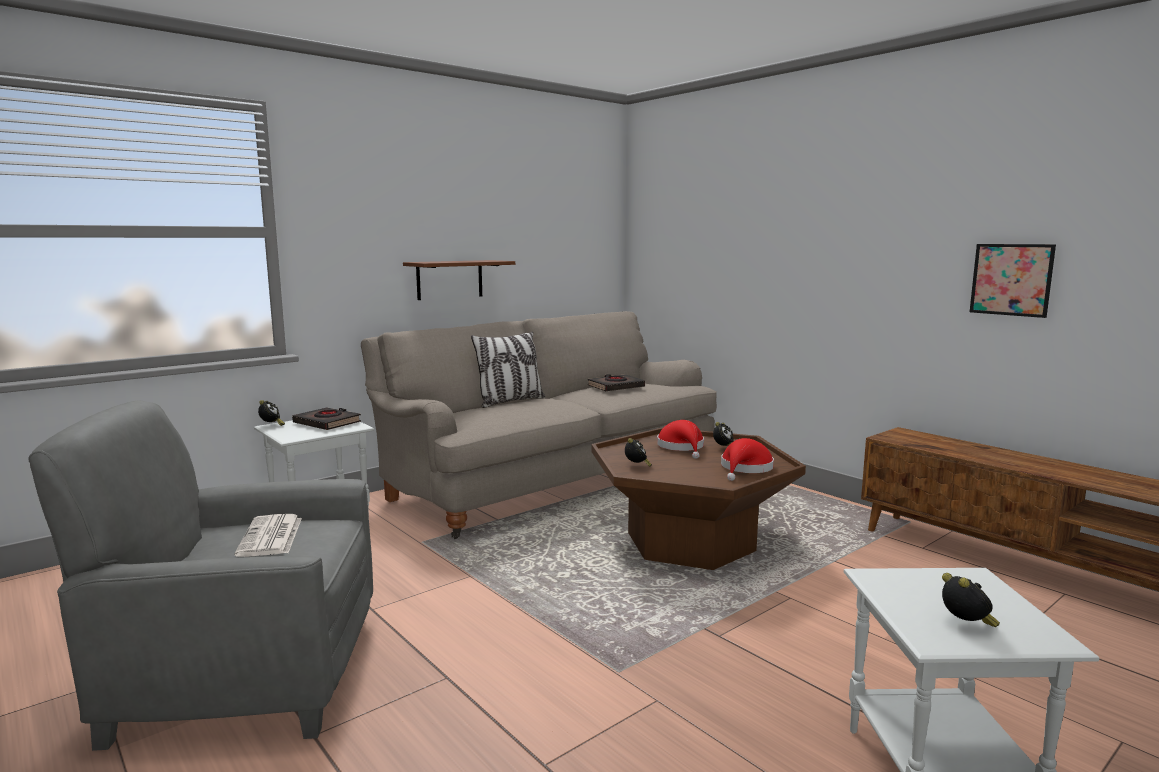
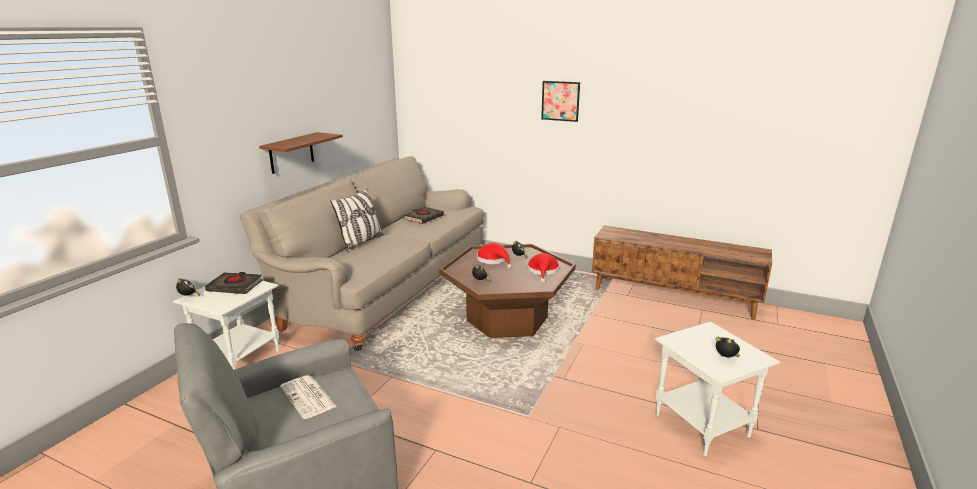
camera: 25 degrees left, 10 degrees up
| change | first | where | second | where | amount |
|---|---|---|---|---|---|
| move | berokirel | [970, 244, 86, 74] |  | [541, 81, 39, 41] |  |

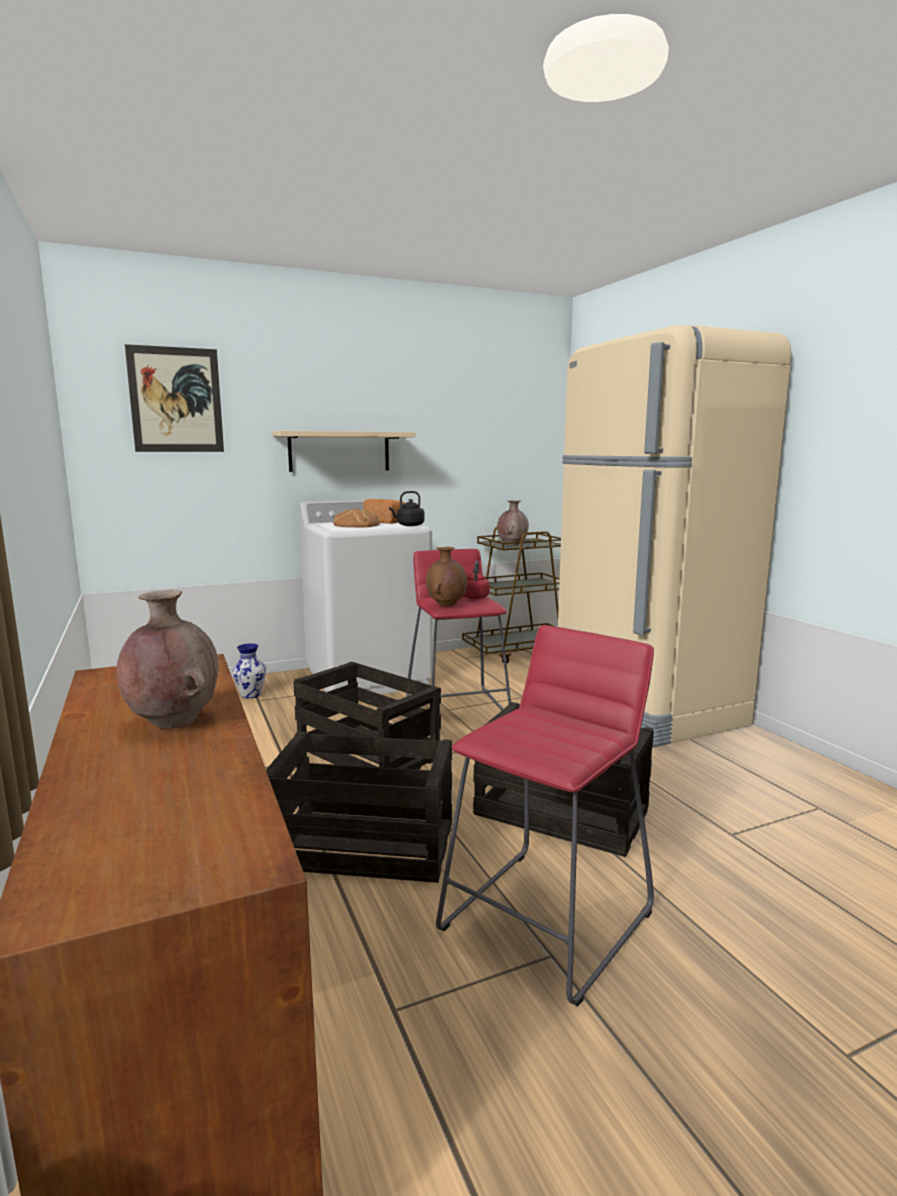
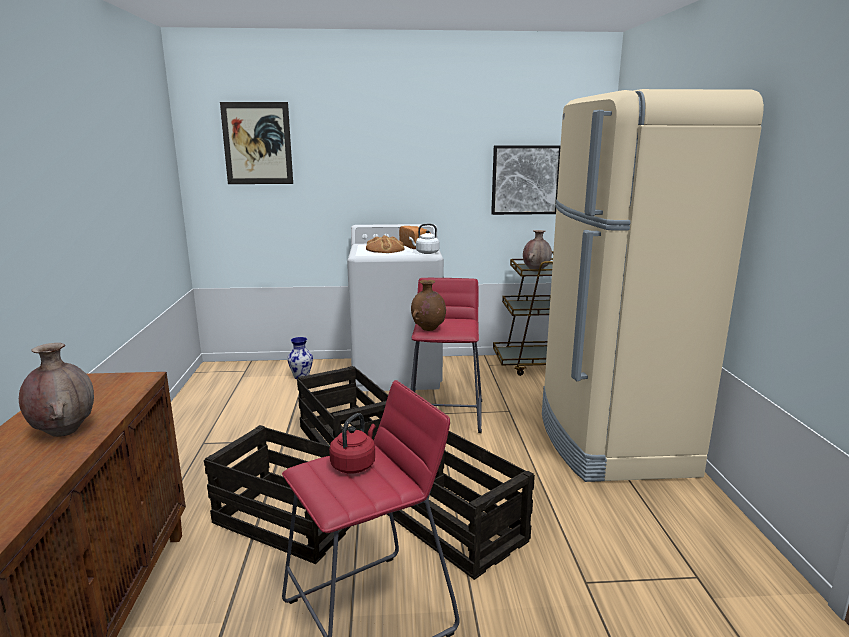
camera: 20 degrees right, 5 degrees up
| change | first | where | second | where | amount |
|---|---|---|---|---|---|
| delete | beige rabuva | [272, 431, 143, 41] |  |  |  |
| recolor | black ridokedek | [389, 491, 36, 35] | white ridokedek | [409, 224, 30, 30] |  |
| move | red ridokedek | [463, 561, 27, 38] |  | [329, 413, 47, 60] |  |
| insert |  |  | berokirel | [491, 145, 70, 70] |  |

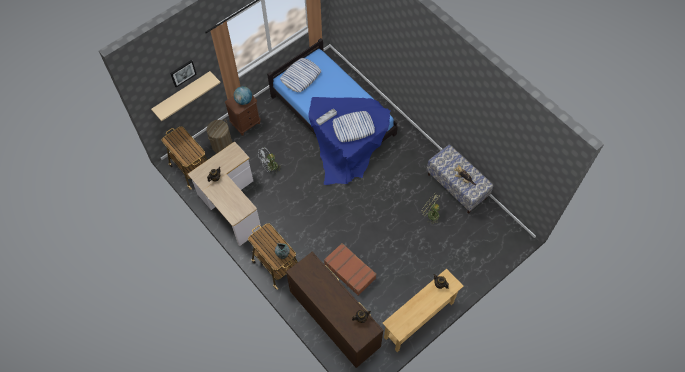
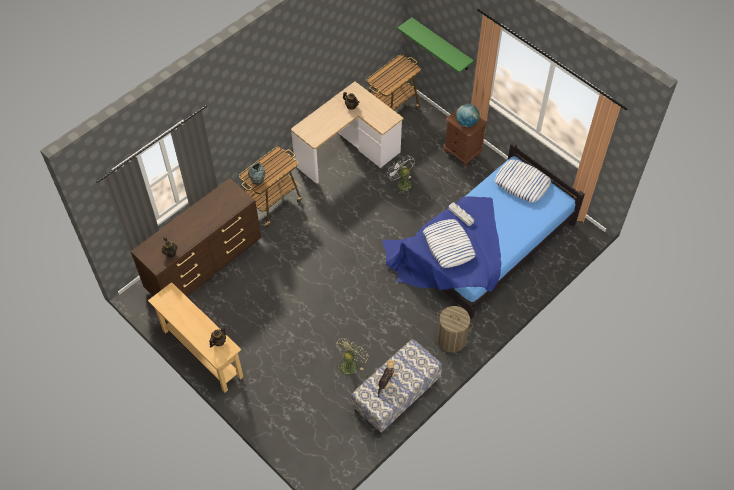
camera: 85 degrees right, 5 degrees down
| change | first | where | second | where | amount |
|---|---|---|---|---|---|
| delete | berokirel | [170, 60, 27, 27] |  |  |  |
| recolor | beige rabuva | [151, 71, 69, 50] | green rabuva | [397, 17, 77, 56] |  |
| move | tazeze | [207, 119, 25, 34] |  | [437, 306, 36, 47] |  |
| delete | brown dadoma | [324, 243, 53, 53] |  |  |  |

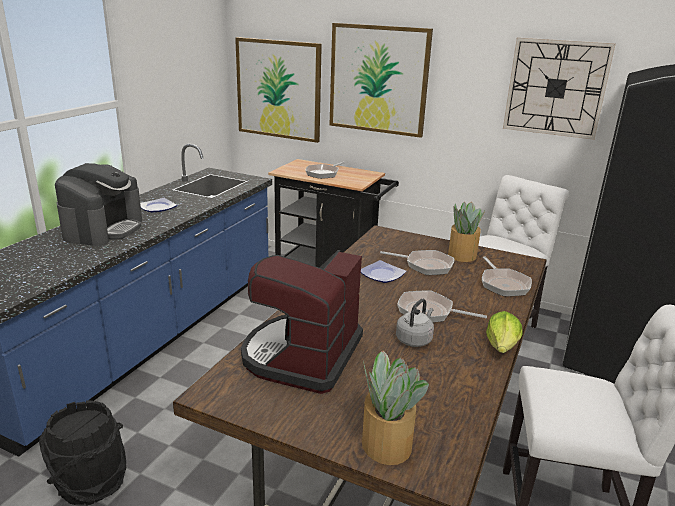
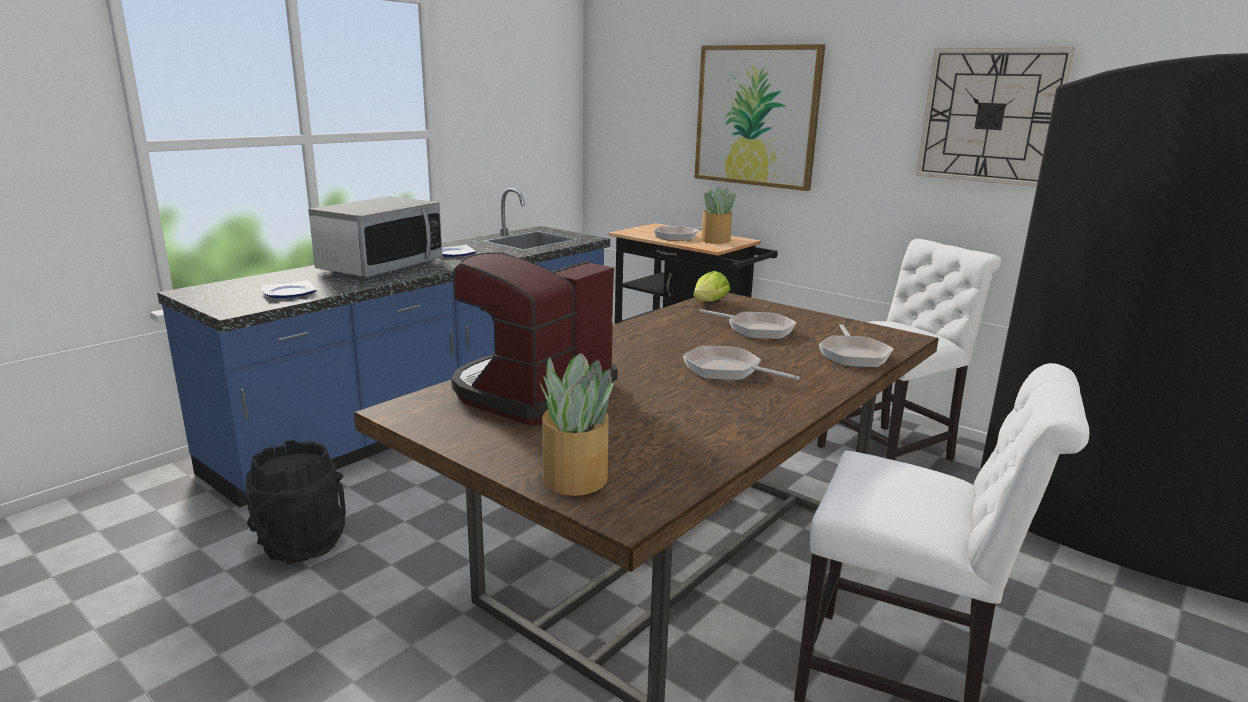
camera: 15 degrees right, 5 degrees down
| change | first | where | second | where | amount |
|---|---|---|---|---|---|
| delete | berokirel | [235, 37, 87, 106] |  |  |  |
| replace | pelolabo | [55, 163, 87, 83] | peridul | [308, 196, 135, 81] |  |
| move | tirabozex | [448, 202, 37, 60] |  | [701, 187, 35, 57] |  |
| move | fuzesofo | [361, 260, 46, 23] |  | [262, 280, 55, 18] |  |
| delete | grey ridokedek | [396, 299, 38, 48] |  |  |  |
| move | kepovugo | [486, 311, 37, 42] |  | [693, 271, 37, 30] |  |

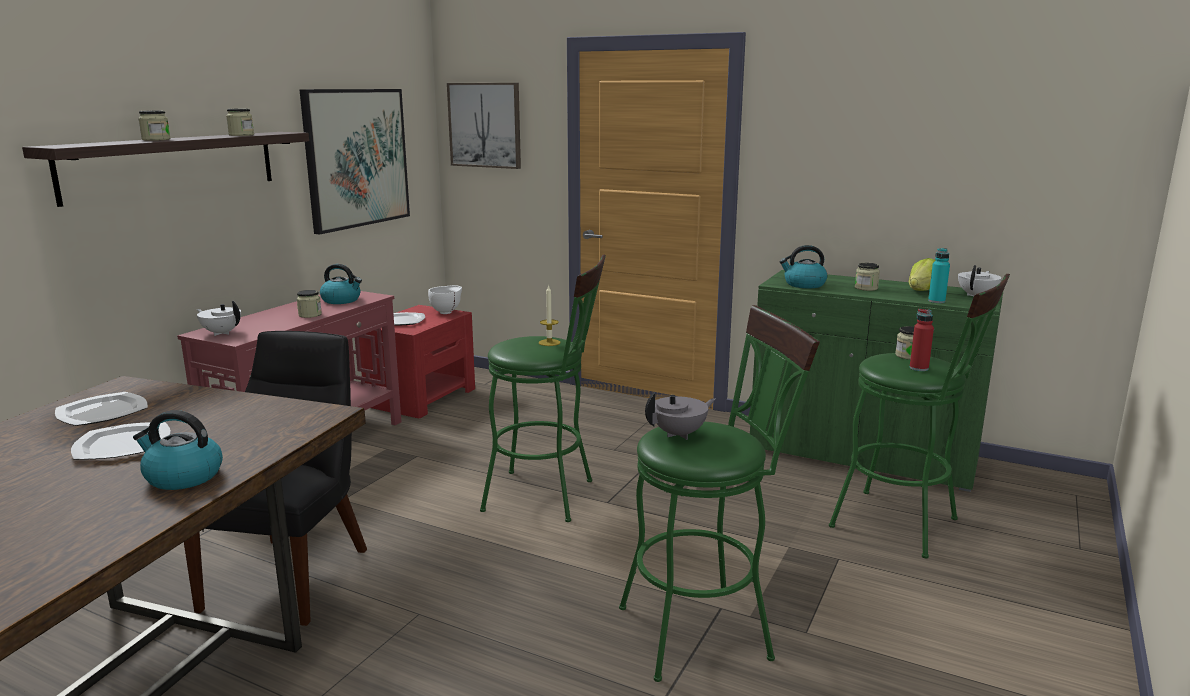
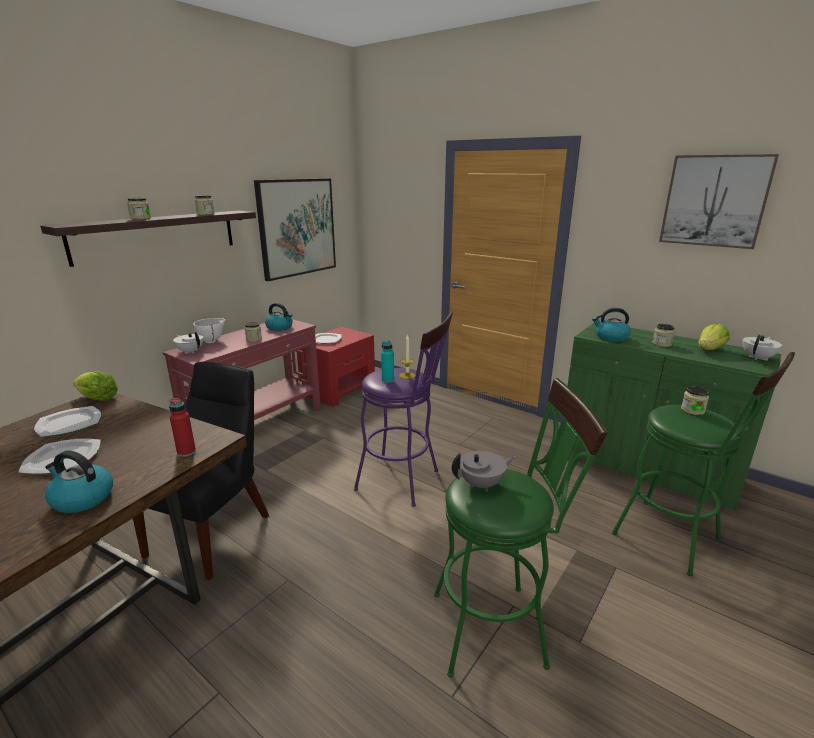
camera: 10 degrees right, 5 degrees up
| change | first | where | second | where | amount |
|---|---|---|---|---|---|
| move | berokirel | [447, 83, 74, 86] |  | [659, 154, 120, 95] |  |
| move | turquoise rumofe | [928, 248, 22, 55] |  | [381, 340, 13, 43] |  |
| recolor | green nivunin | [480, 255, 126, 267] | purple nivunin | [354, 312, 99, 195] |  |
| move | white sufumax | [428, 285, 34, 29] |  | [193, 318, 32, 25] |  |
| move | red rumofe | [910, 309, 24, 62] |  | [169, 398, 27, 59] |  |
| insert |  |  | kepovugo | [73, 371, 45, 30] |  |

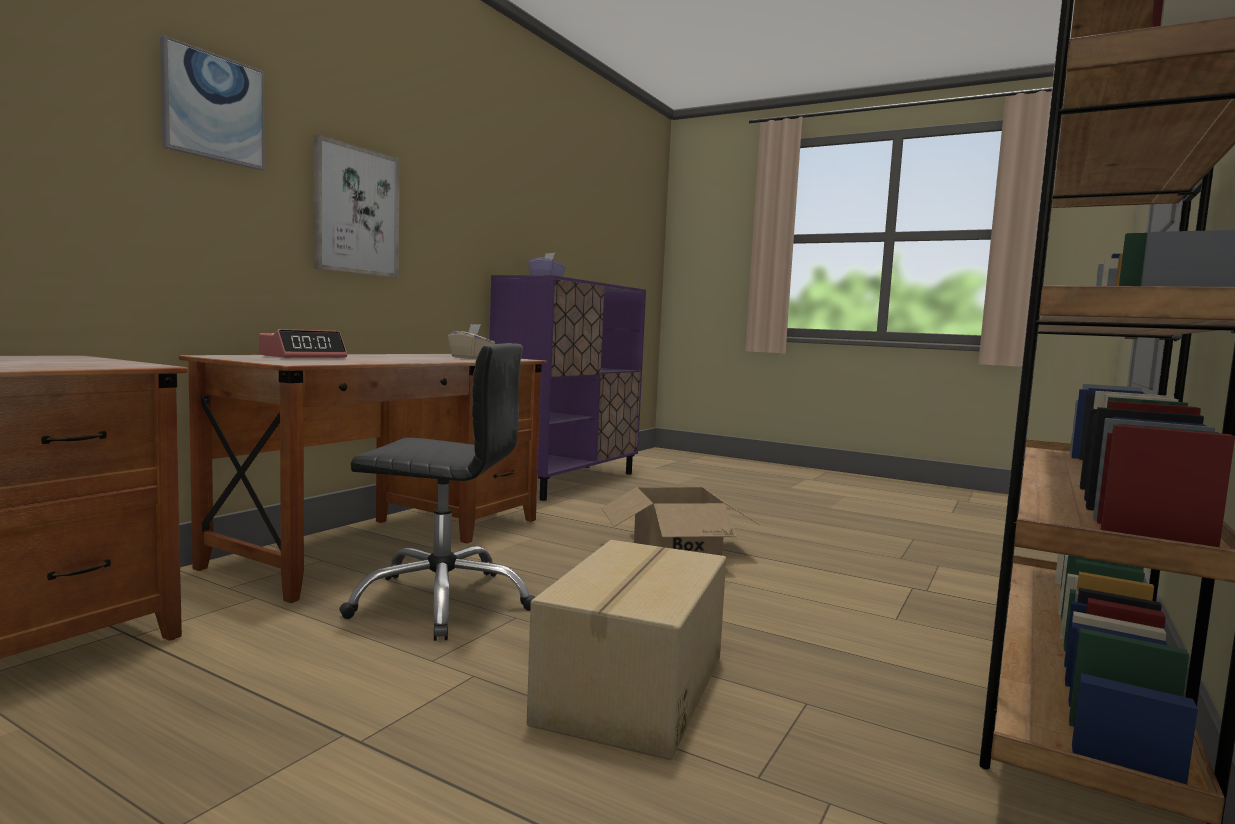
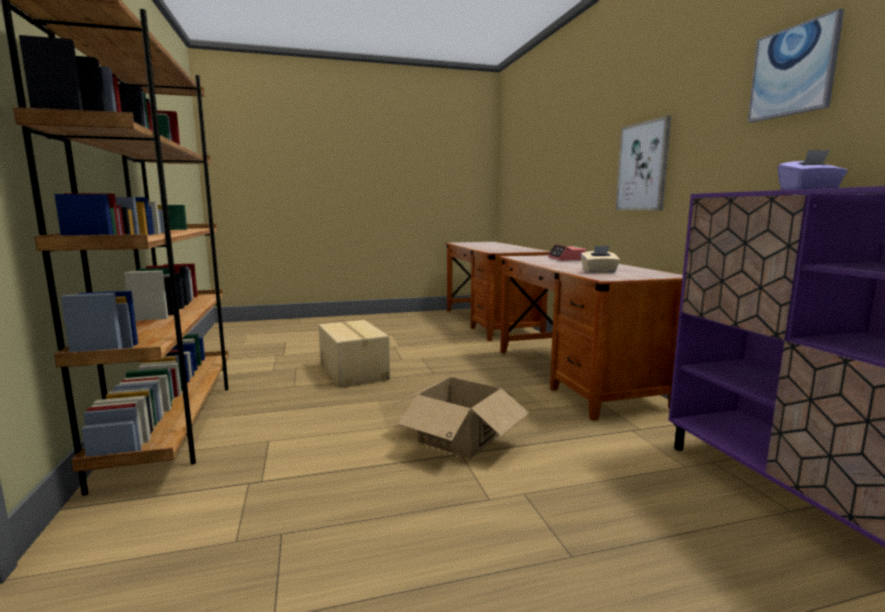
camera: 135 degrees right, 5 degrees up
| change | first | where | second | where | amount |
|---|---|---|---|---|---|
| move | berokirel | [160, 35, 105, 135] |  | [748, 9, 96, 114] |  |
| delete | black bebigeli | [339, 343, 196, 298] |  |  |  |

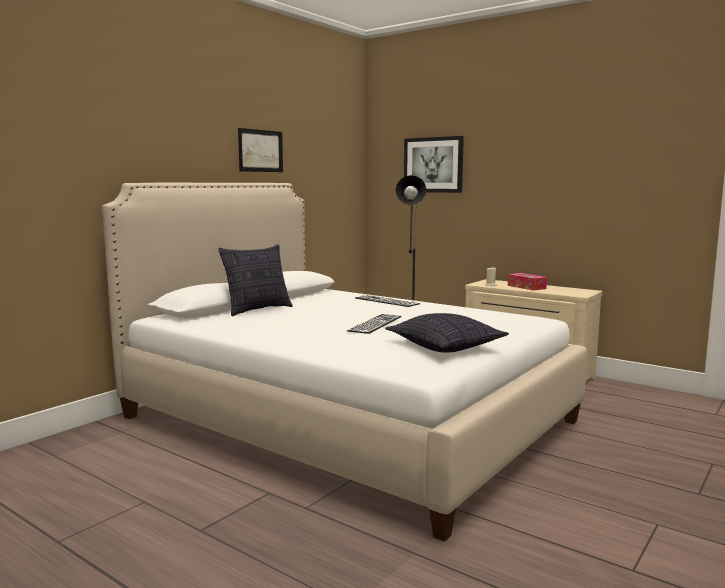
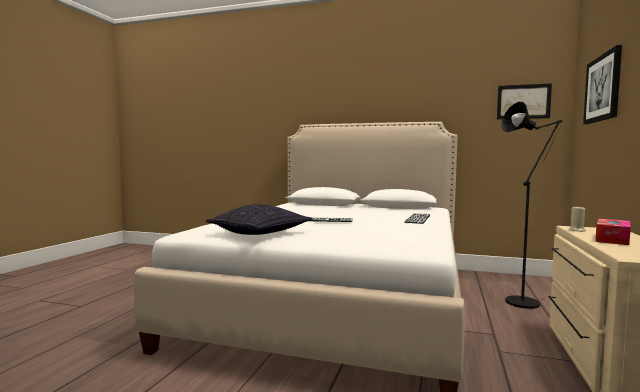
camera: 70 degrees right, 5 degrees down
| change | first | where | second | where | amount |
|---|---|---|---|---|---|
| move | berokirel | [238, 128, 45, 44] |  | [497, 83, 55, 36] |  |
| delete | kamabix | [219, 244, 74, 72] |  |  |  |

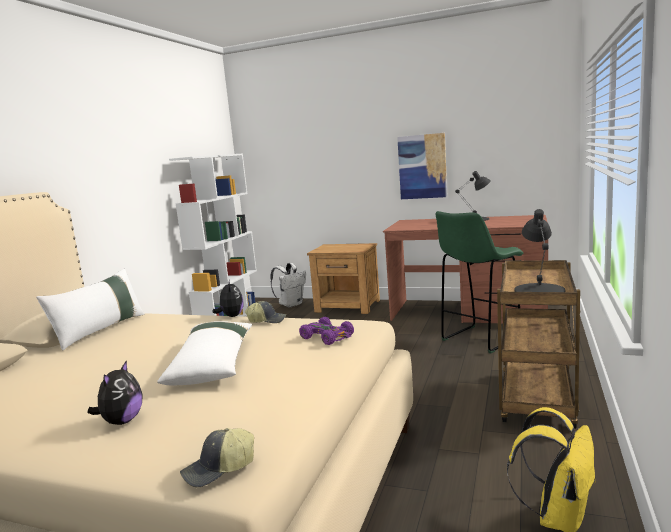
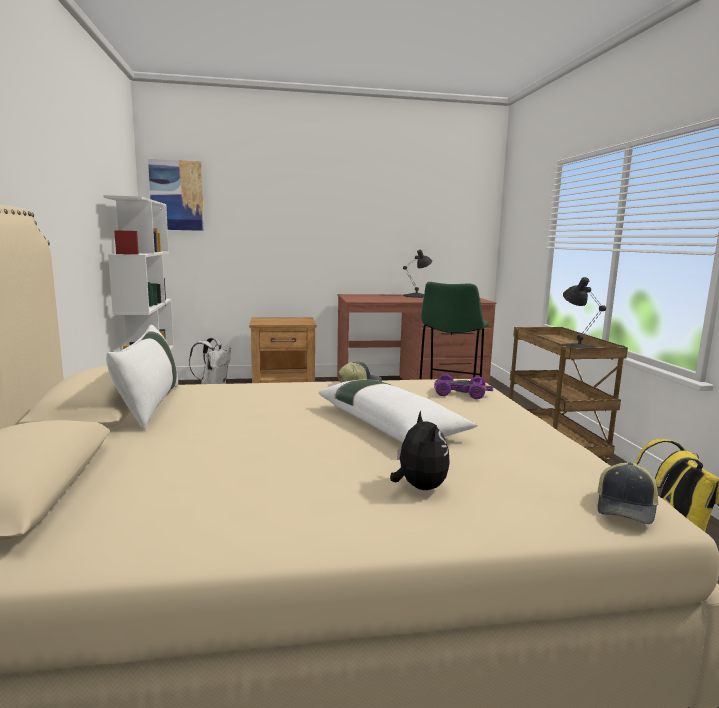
camera: 30 degrees left, 0 degrees up
| change | first | where | second | where | amount |
|---|---|---|---|---|---|
| move | berokirel | [397, 133, 50, 66] |  | [148, 159, 56, 72] |  |
| delete | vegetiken | [213, 279, 31, 38] |  |  |  |

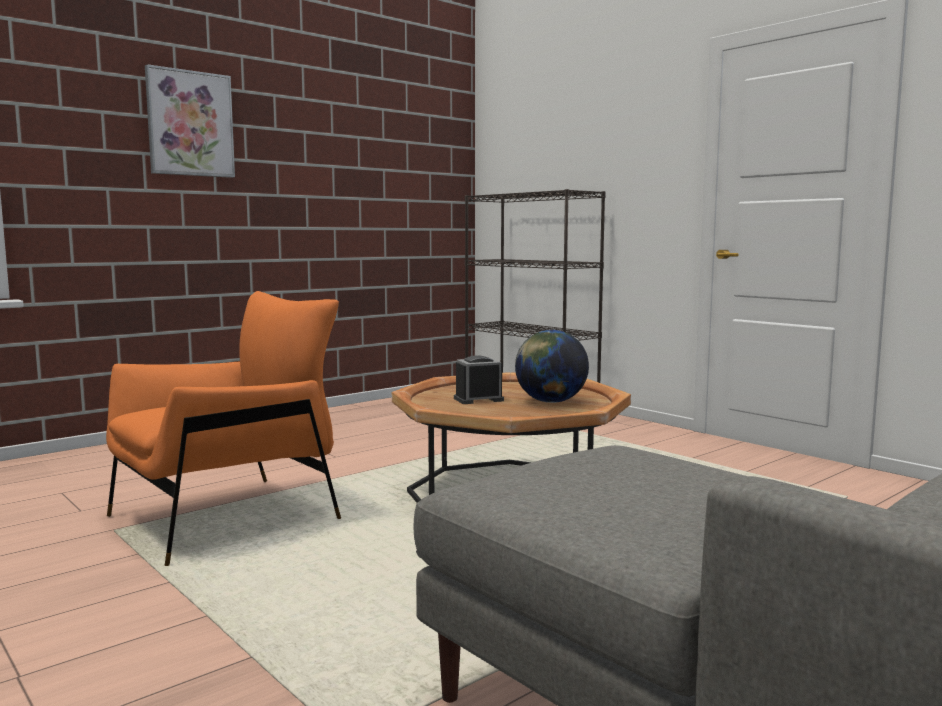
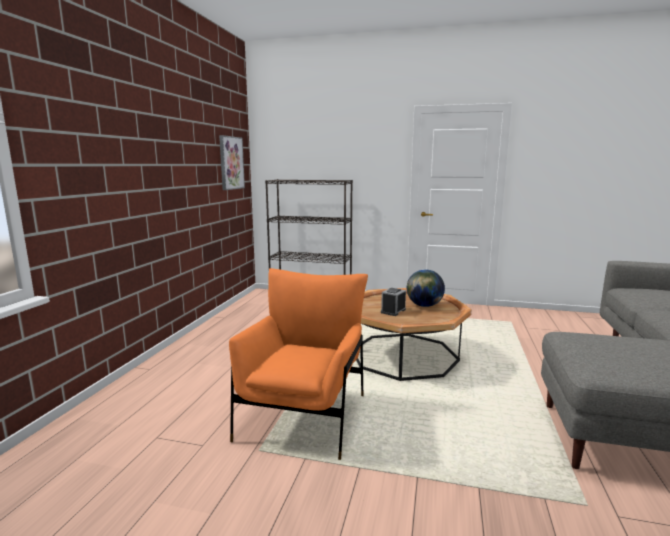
camera: 35 degrees left, 5 degrees up
| change | first | where | second | where | amount |
|---|---|---|---|---|---|
| move | berokirel | [145, 64, 90, 114] |  | [219, 135, 26, 55] |  |

